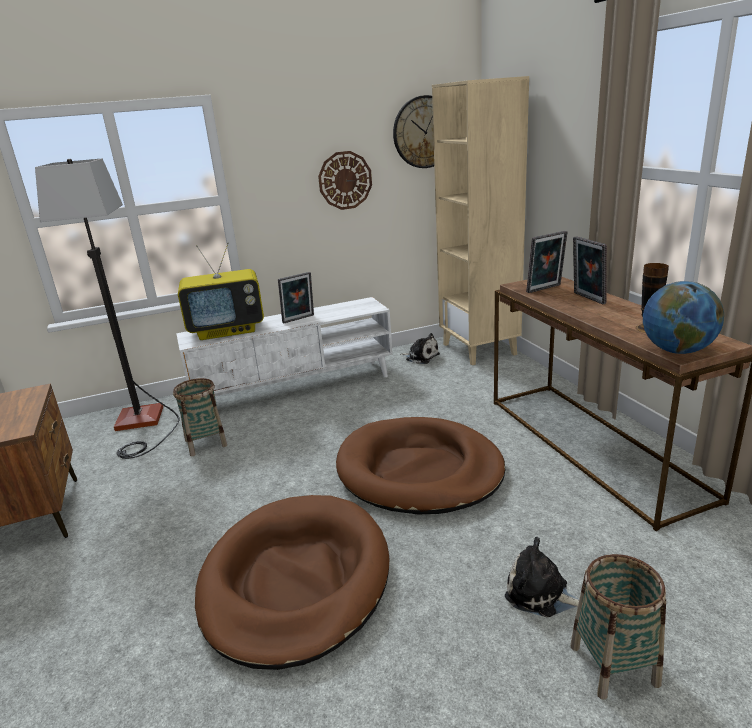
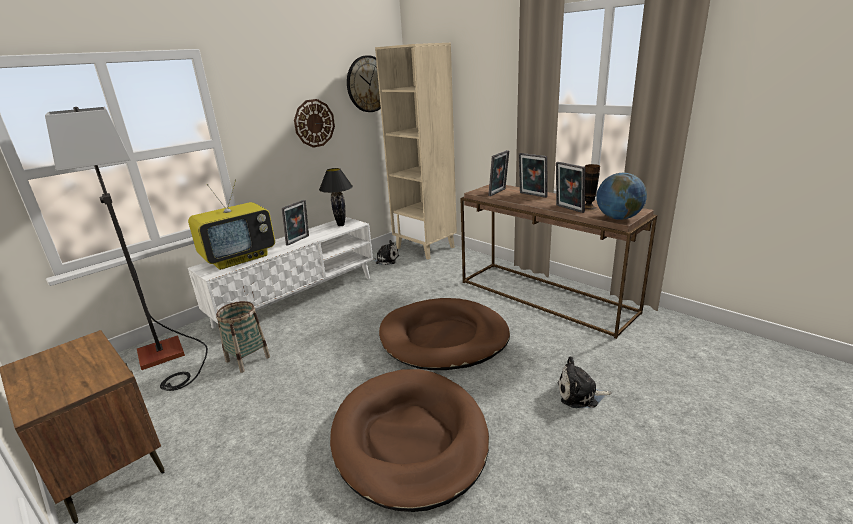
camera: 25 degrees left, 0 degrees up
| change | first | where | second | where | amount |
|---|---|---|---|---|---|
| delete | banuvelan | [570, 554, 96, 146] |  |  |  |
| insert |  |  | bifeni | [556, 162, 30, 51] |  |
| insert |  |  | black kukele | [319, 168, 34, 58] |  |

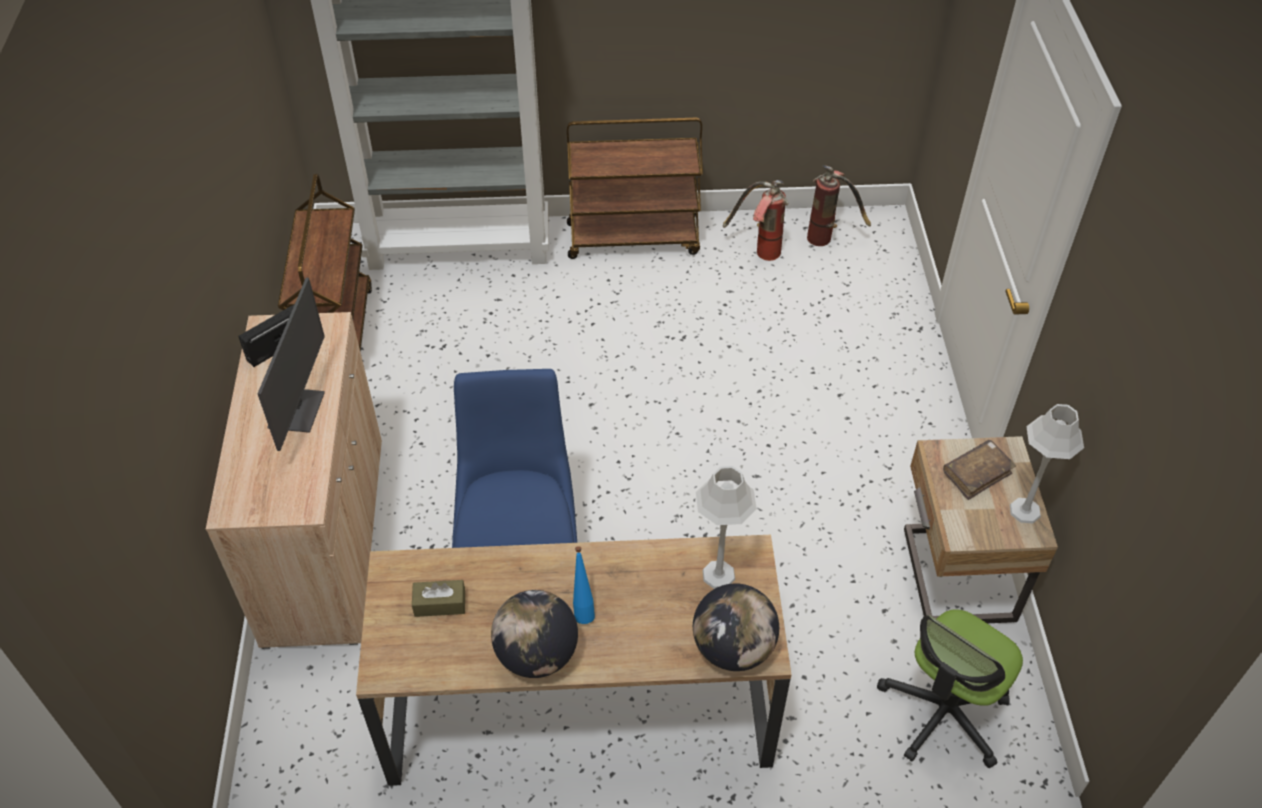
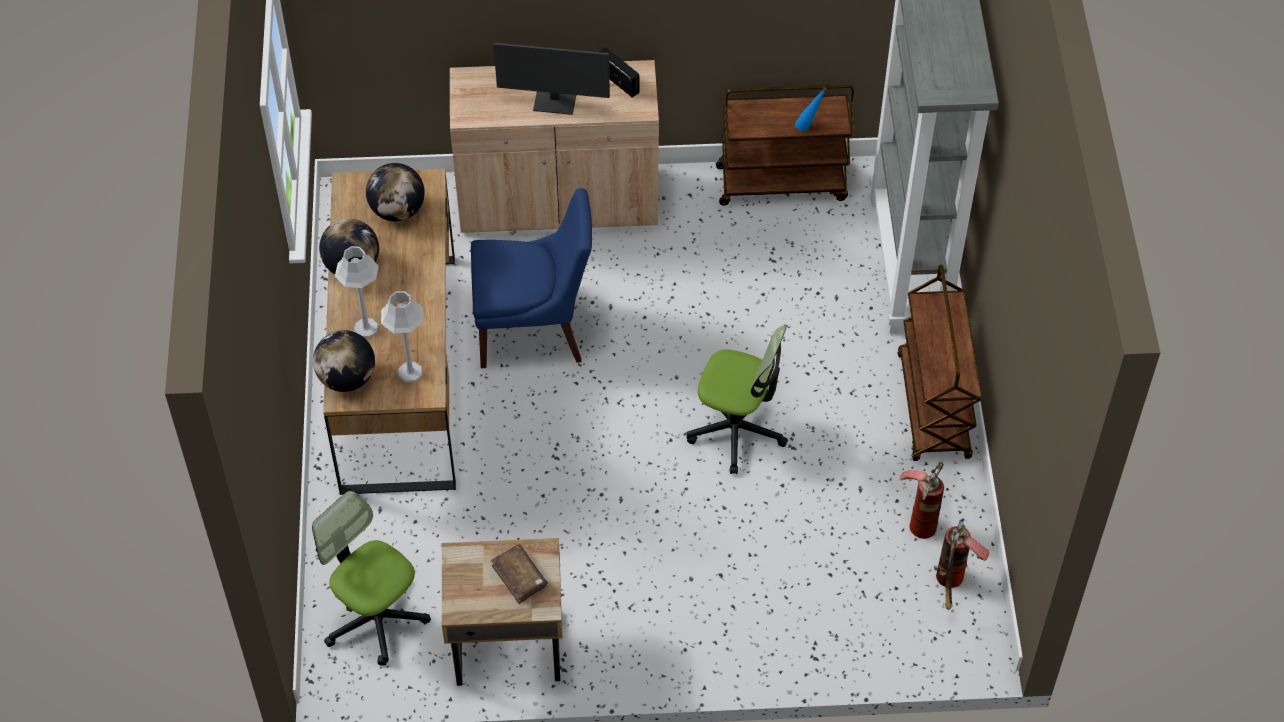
camera: 90 degrees right, 5 degrees up
| change | first | where | second | where | amount |
|---|---|---|---|---|---|
| move | grey kukele | [1010, 404, 74, 119] |  | [335, 246, 44, 92] |  |
| move | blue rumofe | [573, 546, 22, 78] |  | [795, 87, 32, 44] |  |
| replace | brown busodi | [412, 580, 53, 37] | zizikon | [366, 163, 59, 58] |  |
| insert |  |  | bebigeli | [686, 326, 102, 148] |  |

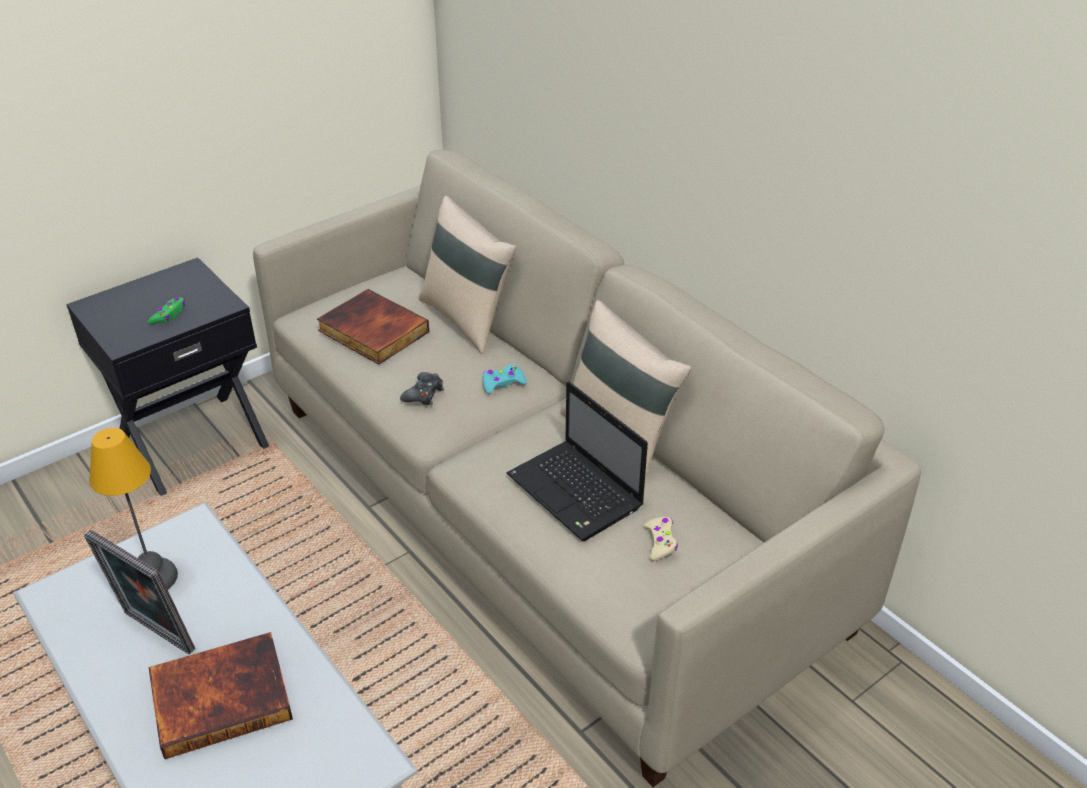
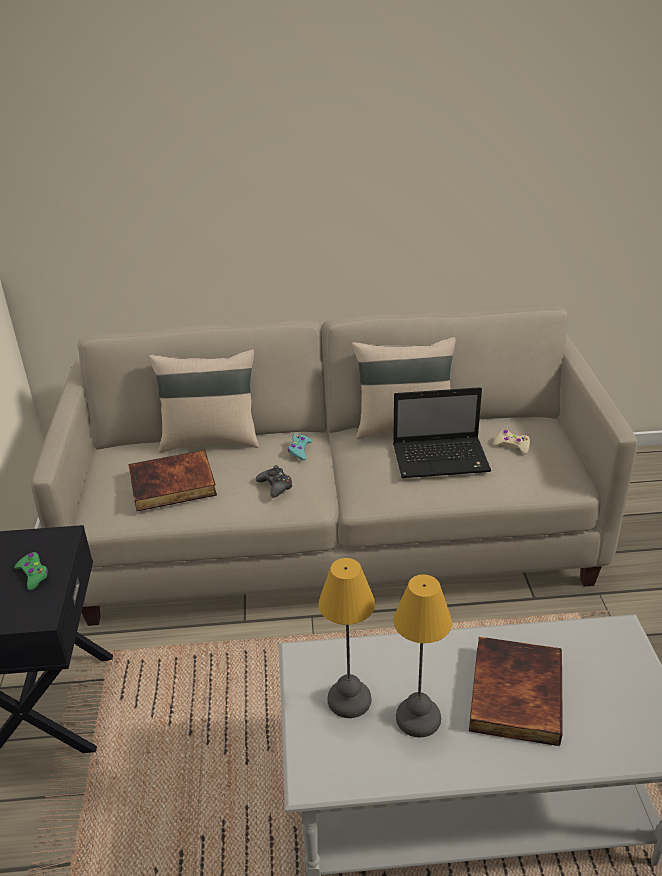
camera: 55 degrees left, 5 degrees down
| change | first | where | second | where | amount |
|---|---|---|---|---|---|
| replace | bifeni | [84, 530, 111, 124] | kukele | [393, 574, 59, 163] |  |

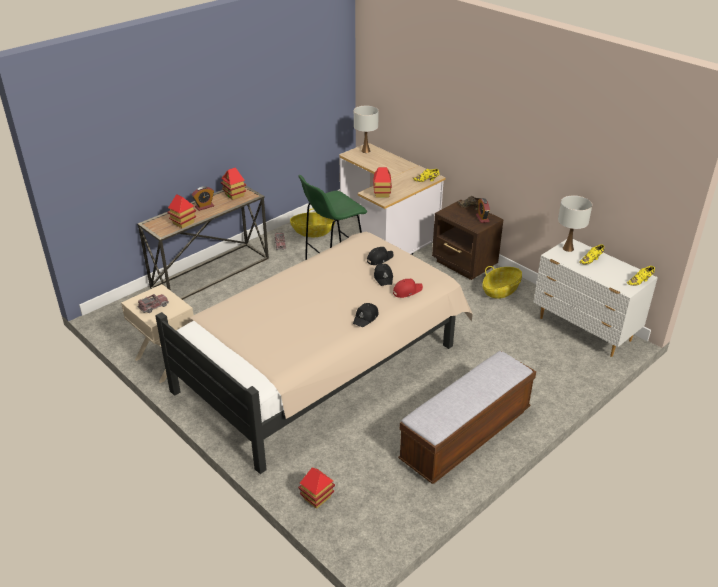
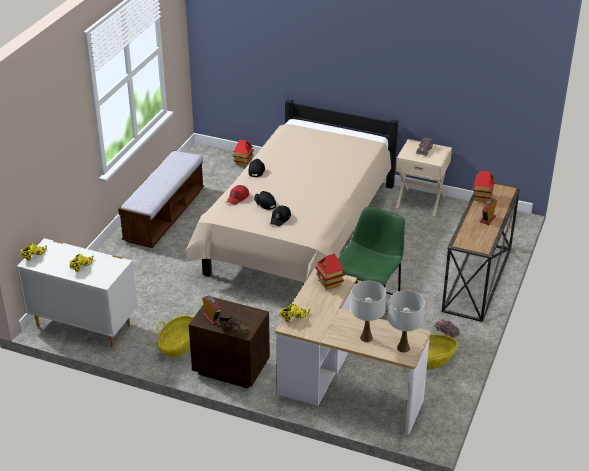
camera: 155 degrees right, 0 degrees up
| change | first | where | second | where | amount |
|---|---|---|---|---|---|
| delete | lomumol | [221, 167, 25, 33] |  |  |  |
| move | white kukele | [558, 195, 34, 57] |  | [351, 281, 35, 61] |  |

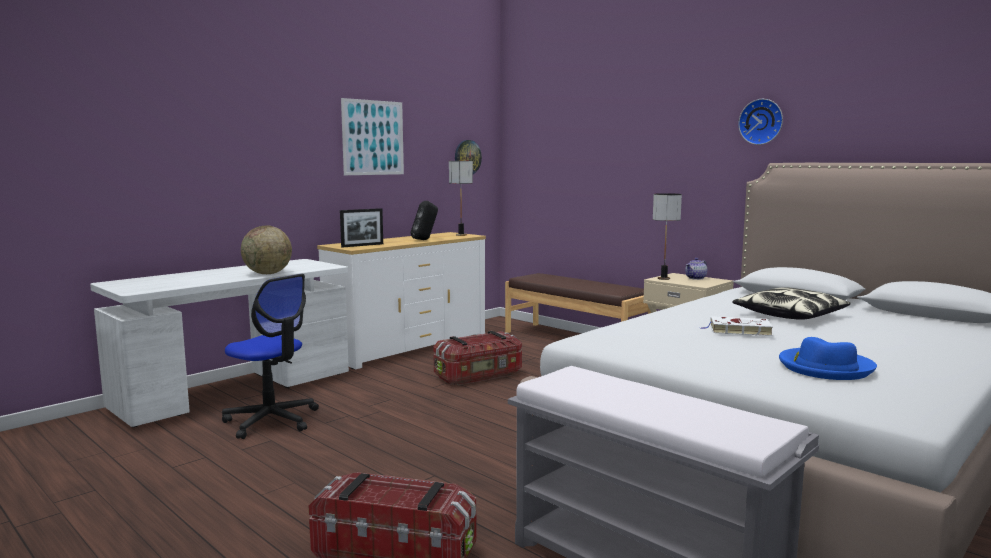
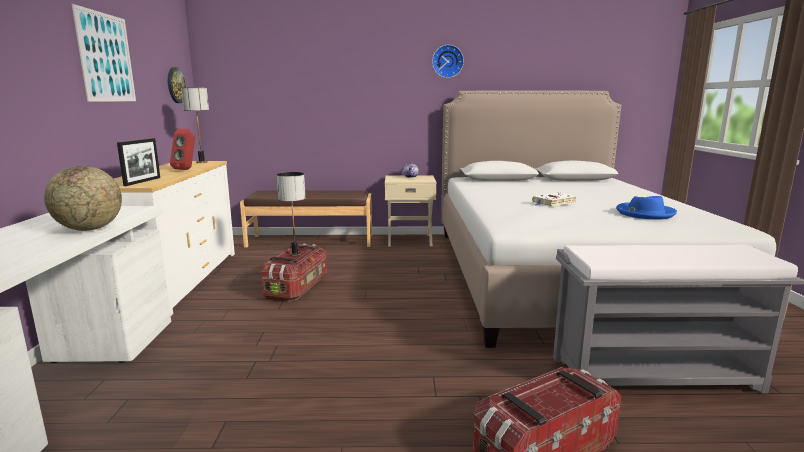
camera: 45 degrees left, 5 degrees up
| change | first | where | second | where | amount |
|---|---|---|---|---|---|
| move | kukele | [653, 193, 29, 87] |  | [277, 172, 28, 84] |  |
| recolor | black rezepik | [411, 201, 27, 39] | red rezepik | [170, 129, 25, 41] |  |
| delete | bebigeli | [222, 274, 97, 165] |  |  |  |
| delete | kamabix | [732, 287, 118, 33] |  |  |  |

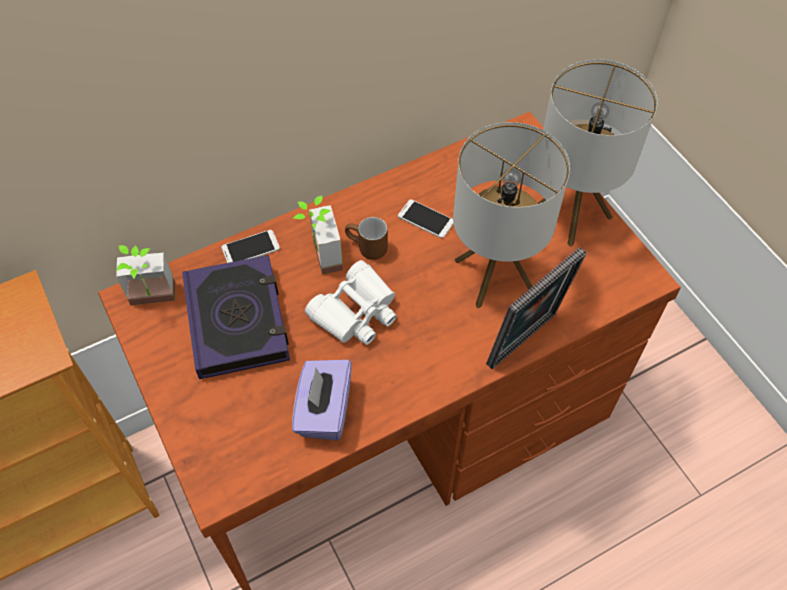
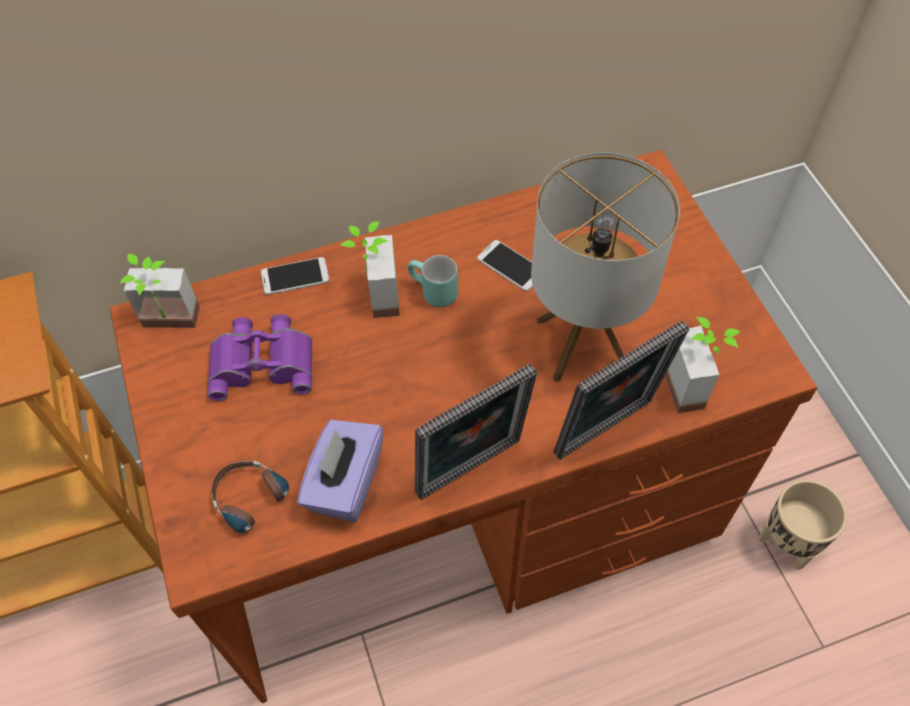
camera: 10 degrees right, 0 degrees up
| change | first | where | second | where | amount |
|---|---|---|---|---|---|
| delete | kukele | [537, 59, 120, 188] |  |  |  |
| recolor | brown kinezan | [345, 217, 43, 43] | turquoise kinezan | [408, 255, 50, 53] |  |
| replace | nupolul | [182, 255, 108, 124] | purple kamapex | [208, 314, 104, 87] |  |
| delete | white kamapex | [305, 260, 92, 85] |  |  |  |
| insert |  |  | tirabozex | [665, 317, 76, 96] |  |
| insert |  |  | bifeni | [415, 363, 122, 137] |  |
| insert |  |  | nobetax | [212, 461, 77, 83] |  |
| insert |  |  | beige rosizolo | [759, 480, 88, 90] |  |

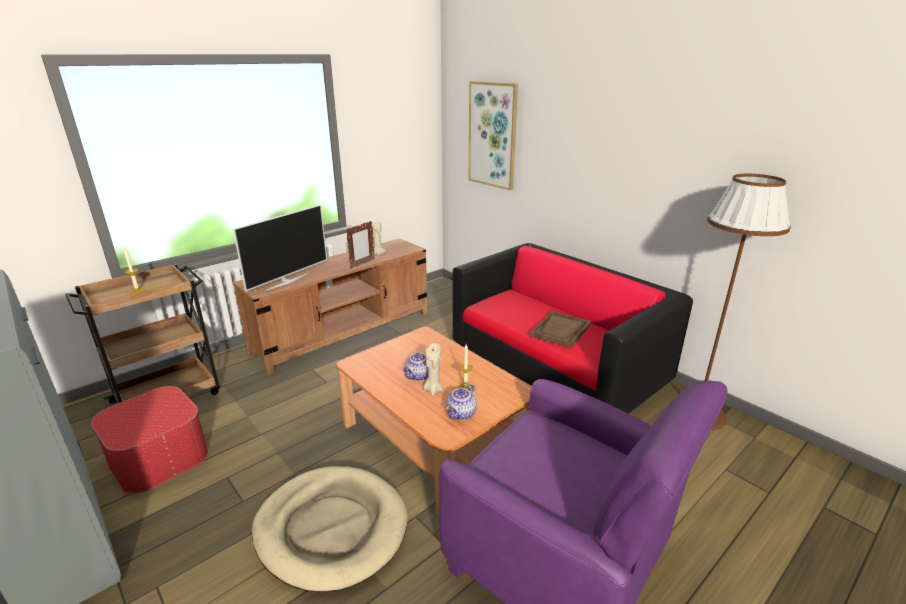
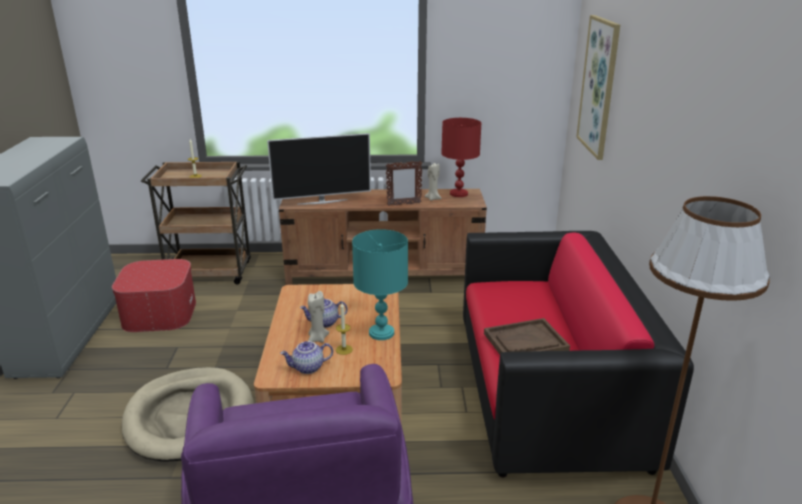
camera: 40 degrees right, 0 degrees up
| change | first | where | second | where | amount |
|---|---|---|---|---|---|
| insert |  |  | red kukele | [441, 118, 40, 79] |  |
| insert |  |  | turquoise kukele | [352, 229, 56, 111] |  |

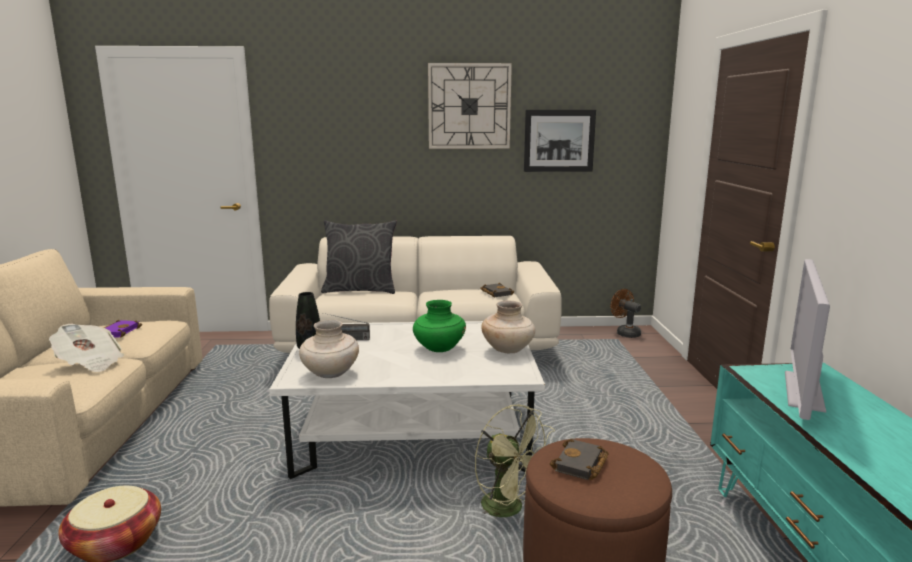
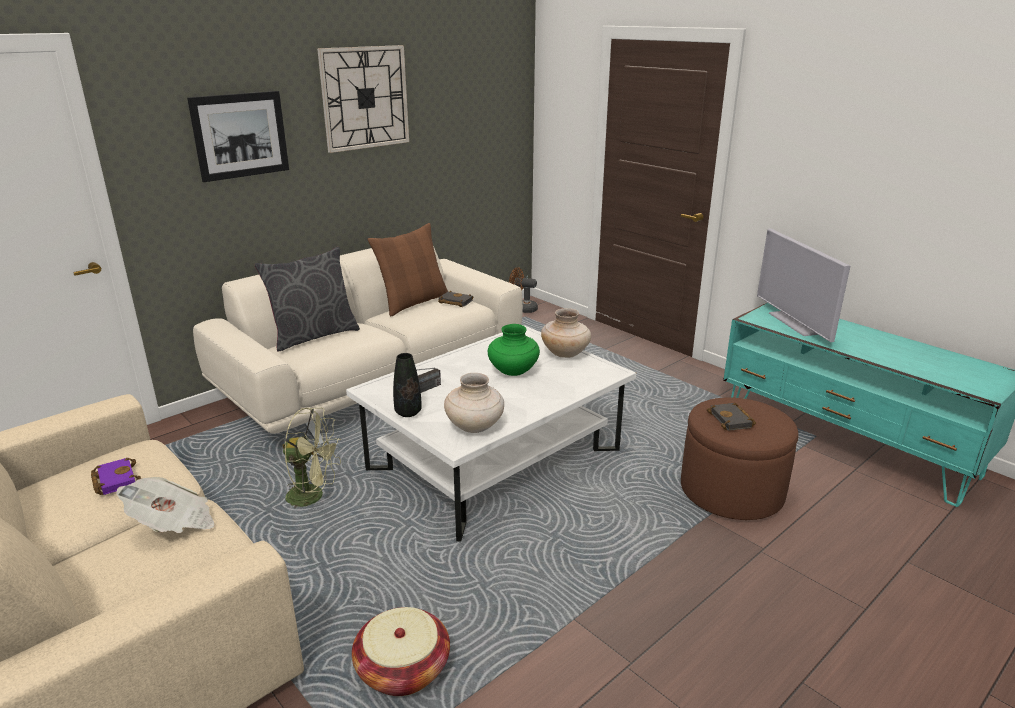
camera: 40 degrees left, 10 degrees up
| change | first | where | second | where | amount |
|---|---|---|---|---|---|
| move | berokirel | [524, 110, 72, 62] |  | [187, 91, 102, 91] |  |
| move | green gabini | [475, 404, 80, 113] |  | [282, 408, 59, 100] |  |
| insert |  |  | brown kamabix | [367, 223, 81, 93] |  |

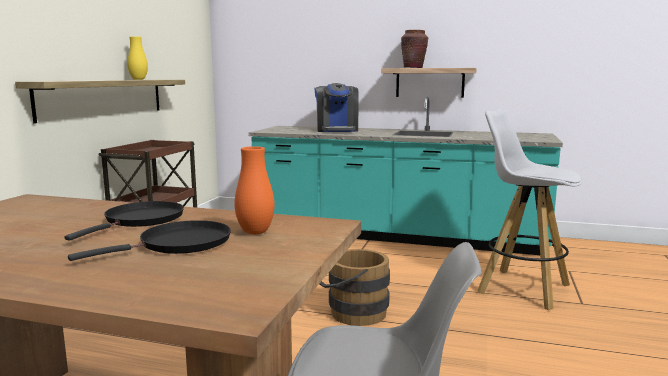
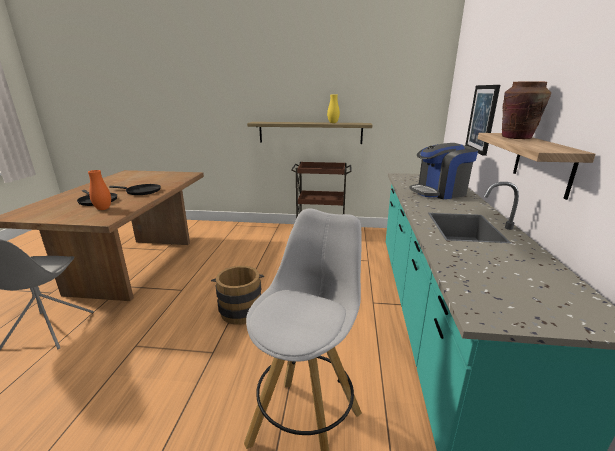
camera: 80 degrees right, 10 degrees up
| change | first | where | second | where | amount |
|---|---|---|---|---|---|
| insert |  |  | berokirel | [465, 85, 35, 71] |  |

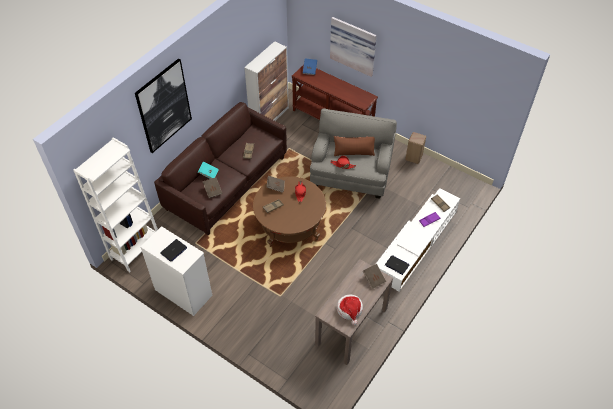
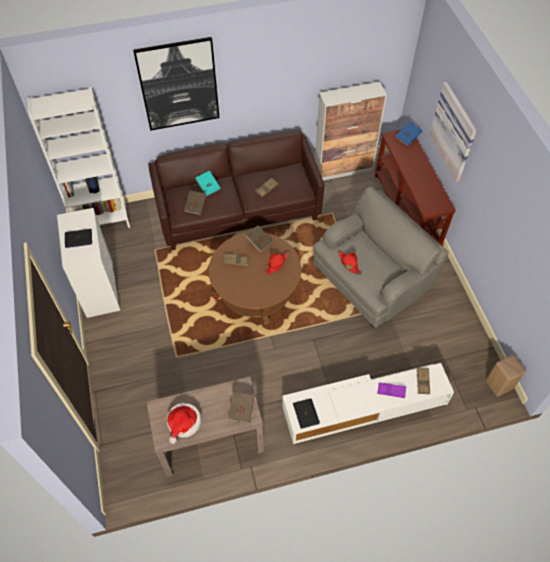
camera: 40 degrees right, 5 degrees up
| change | first | where | second | where | amount |
|---|---|---|---|---|---|
| move | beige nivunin | [405, 132, 21, 32] |  | [486, 355, 40, 42] |  |
| delete | brown kamabix | [334, 136, 41, 20] |  |  |  |

